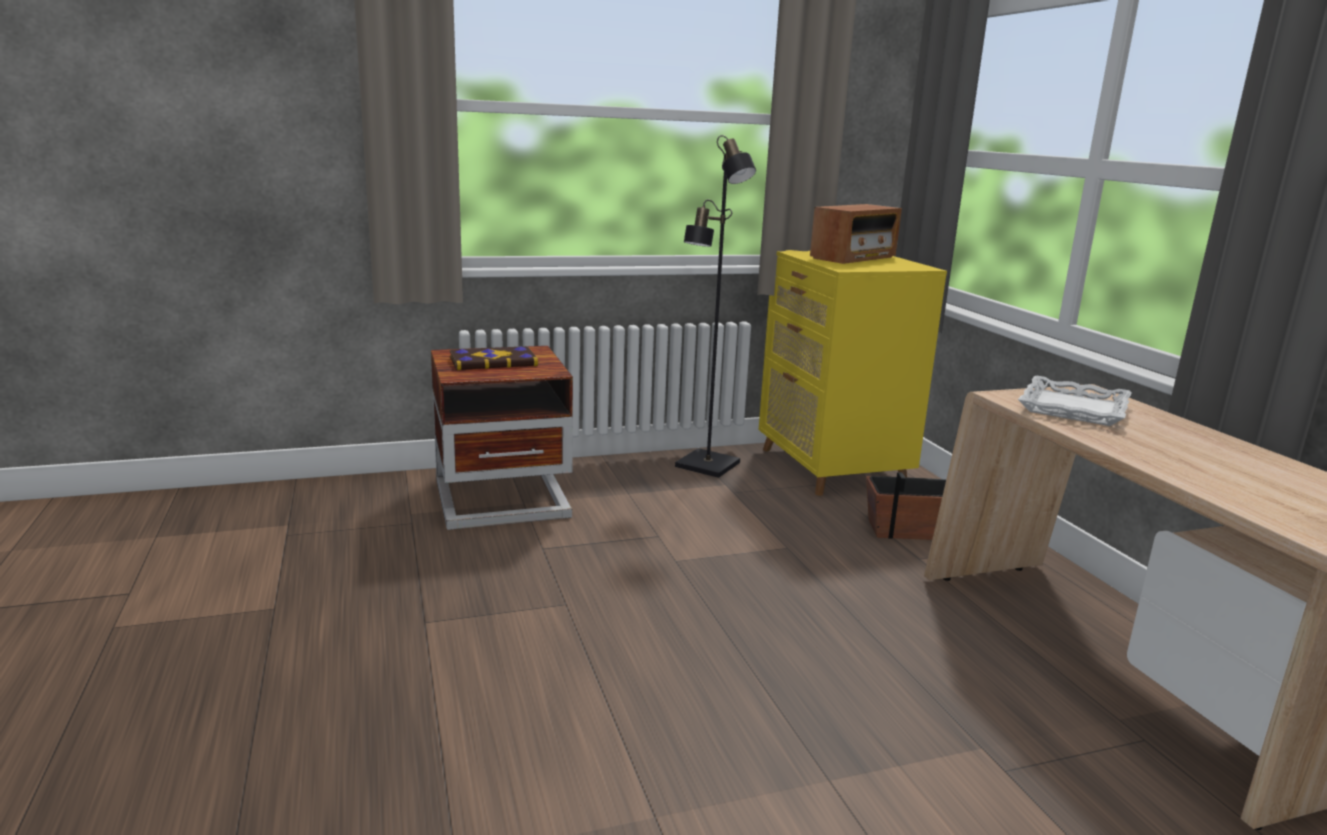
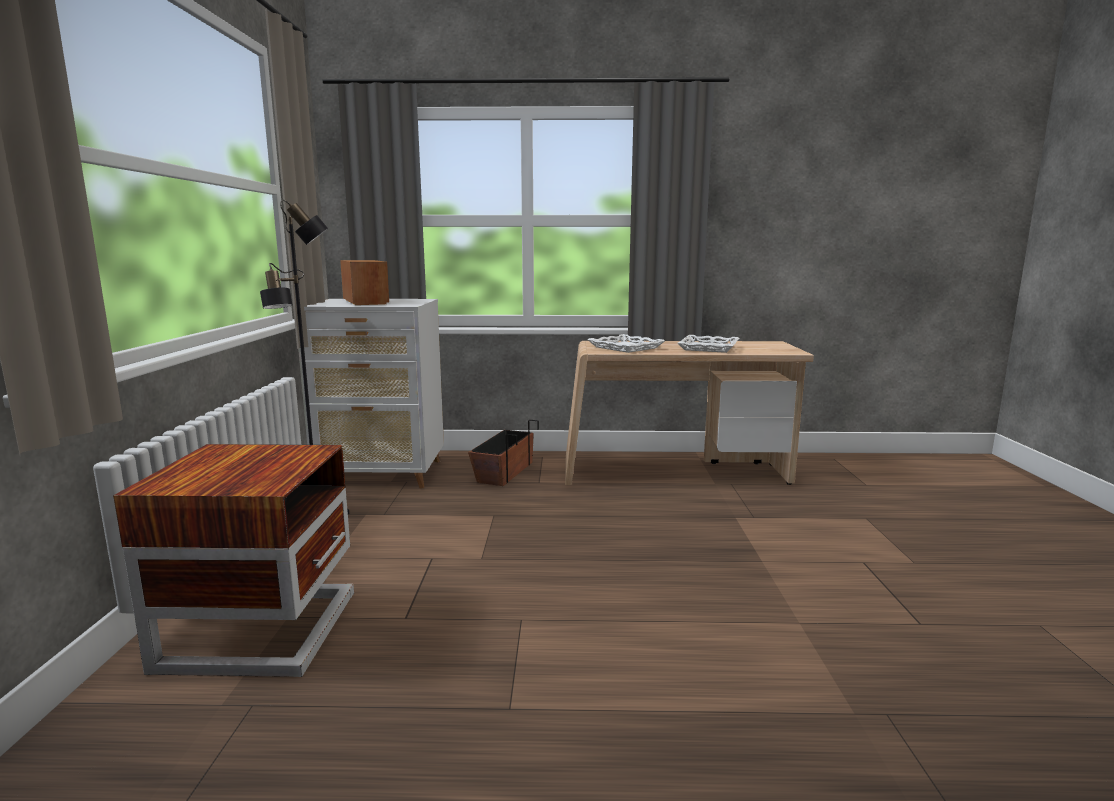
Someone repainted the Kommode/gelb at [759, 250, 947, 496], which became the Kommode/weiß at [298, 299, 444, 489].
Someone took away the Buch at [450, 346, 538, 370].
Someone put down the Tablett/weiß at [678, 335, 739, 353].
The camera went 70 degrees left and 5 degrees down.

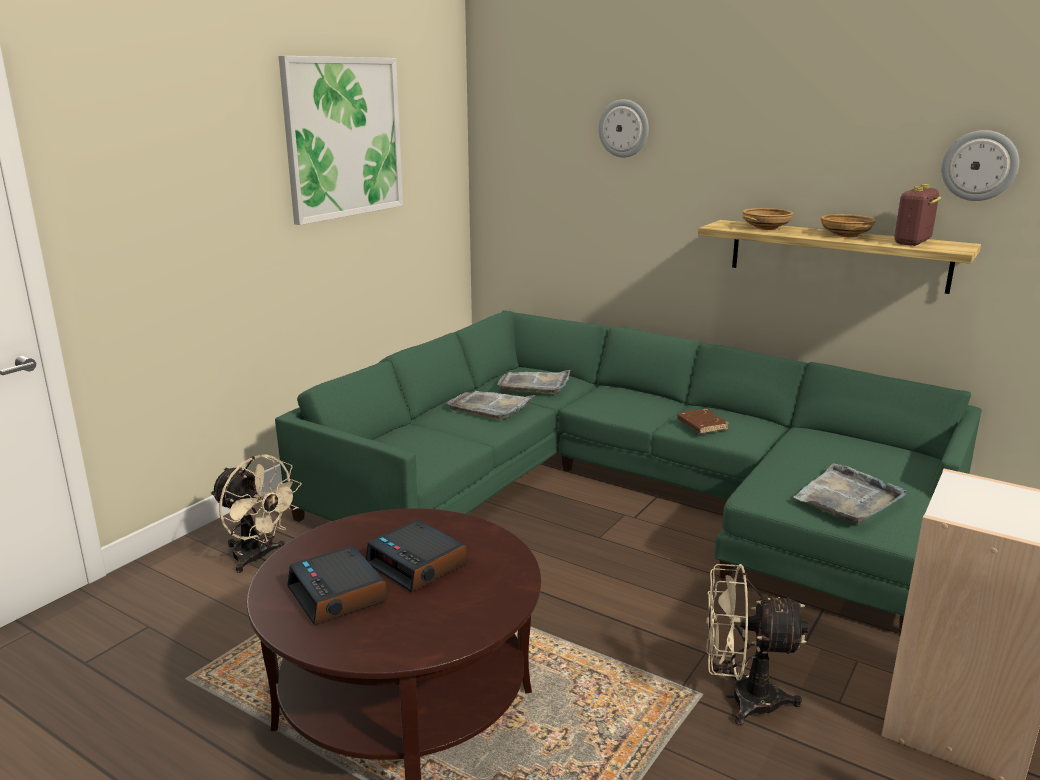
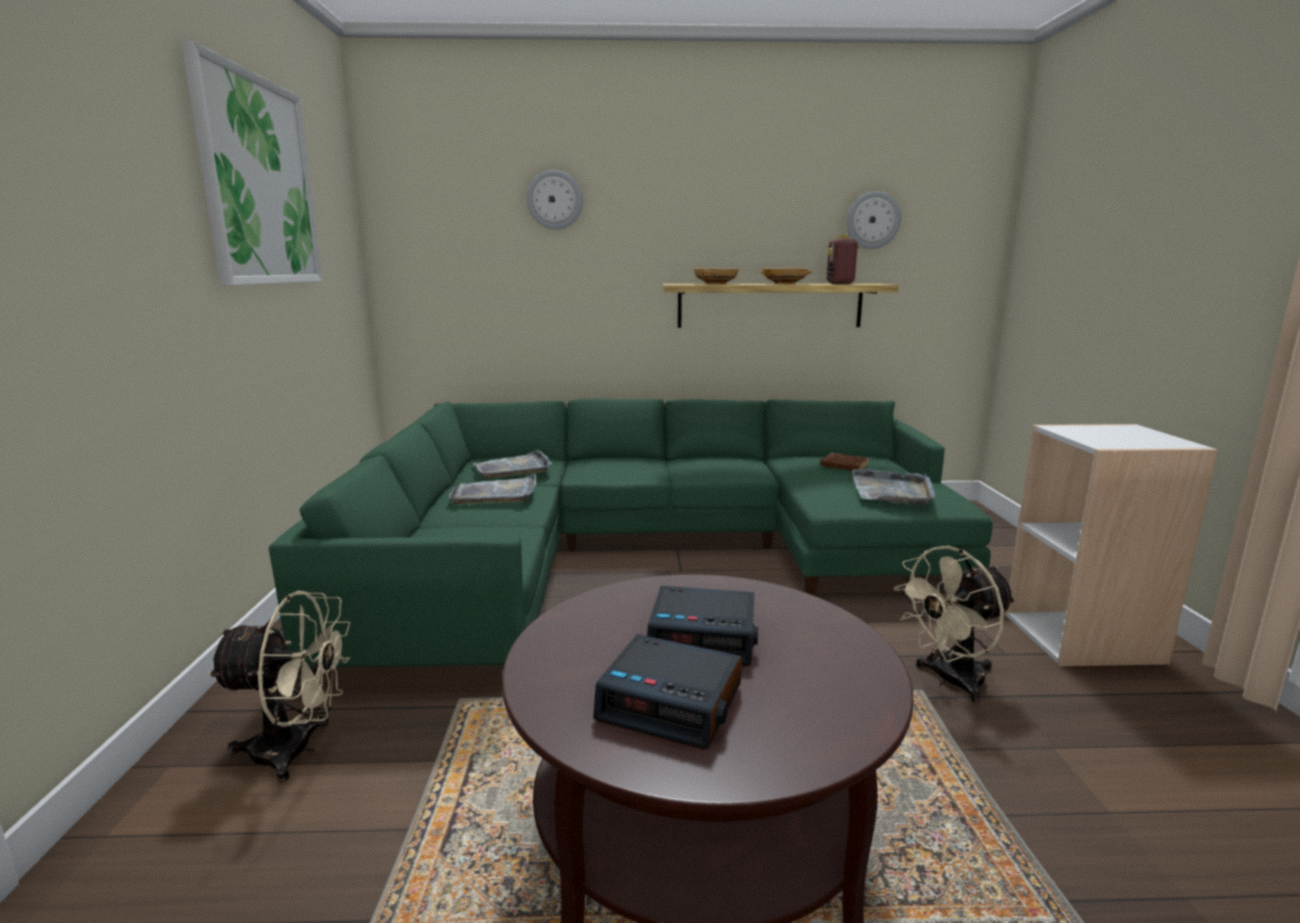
Someone carried the Buch/braun from [677, 409, 729, 434] to [820, 453, 869, 471].
The camera went 35 degrees left and 5 degrees down.

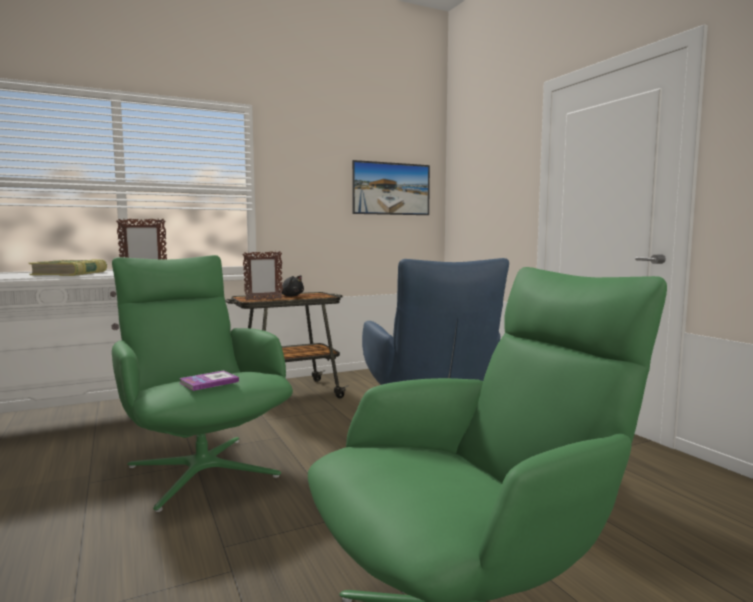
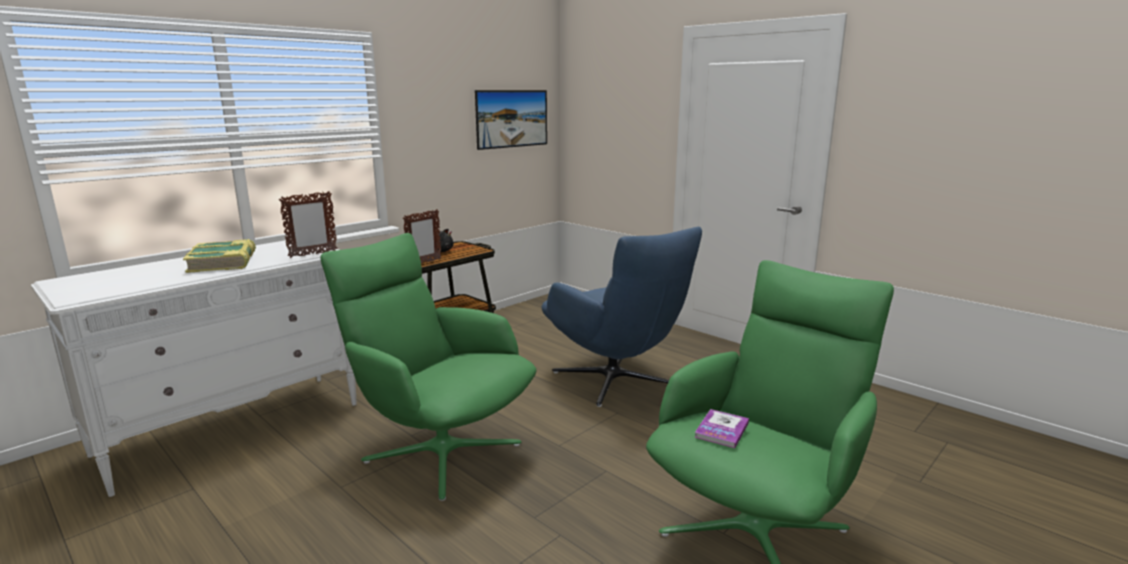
Someone carried the Buch from [179, 370, 239, 391] to [694, 409, 749, 448].
The camera went 20 degrees left and 10 degrees up.

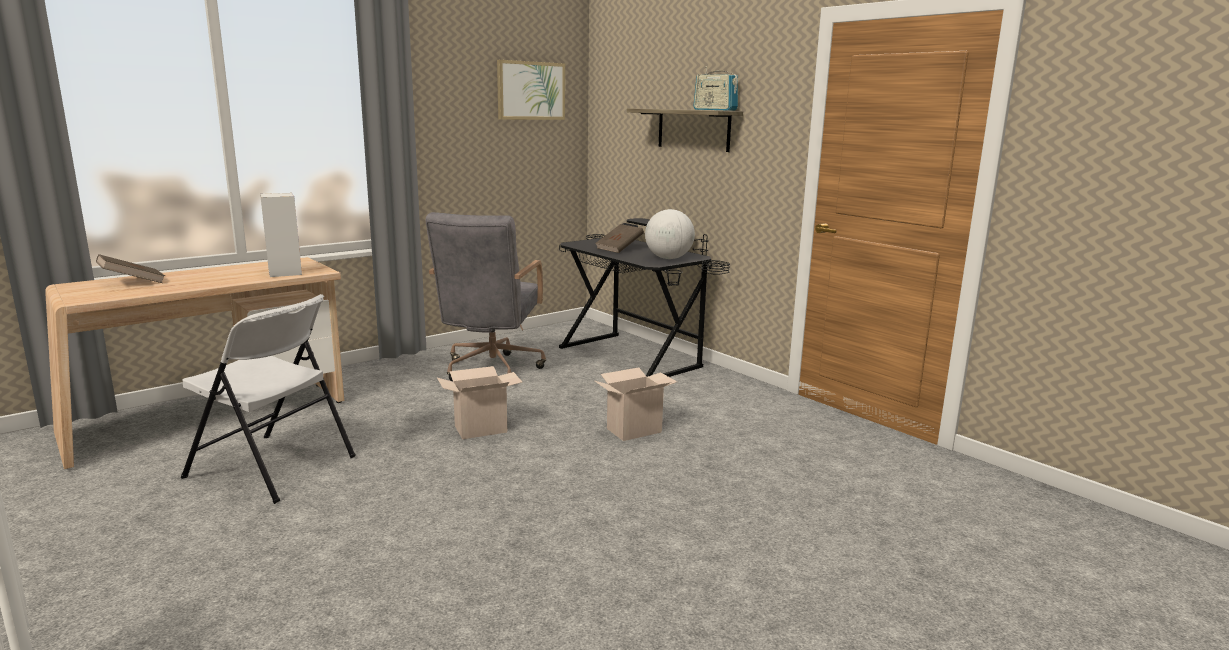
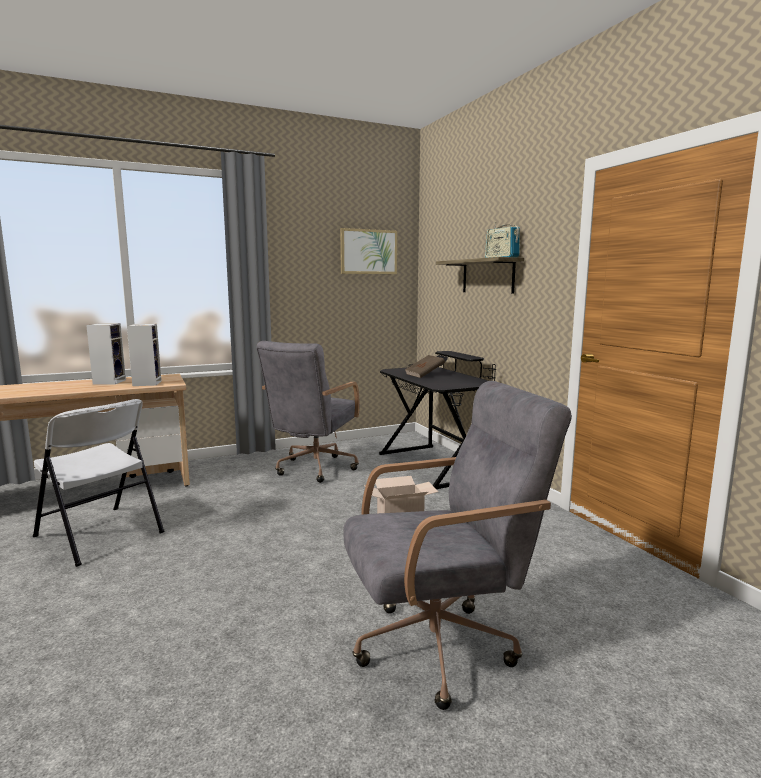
Someone took away the Globus at [645, 209, 695, 259].
Someone took away the Buch/braun at [96, 254, 165, 283].
Someone took away the Karton at [437, 366, 522, 439].
Someone put down the Lautsprecher at [86, 323, 126, 385].
Someone put down the Bürostuhl/grau at [343, 381, 572, 710].
The camera went 15 degrees right and 5 degrees down.

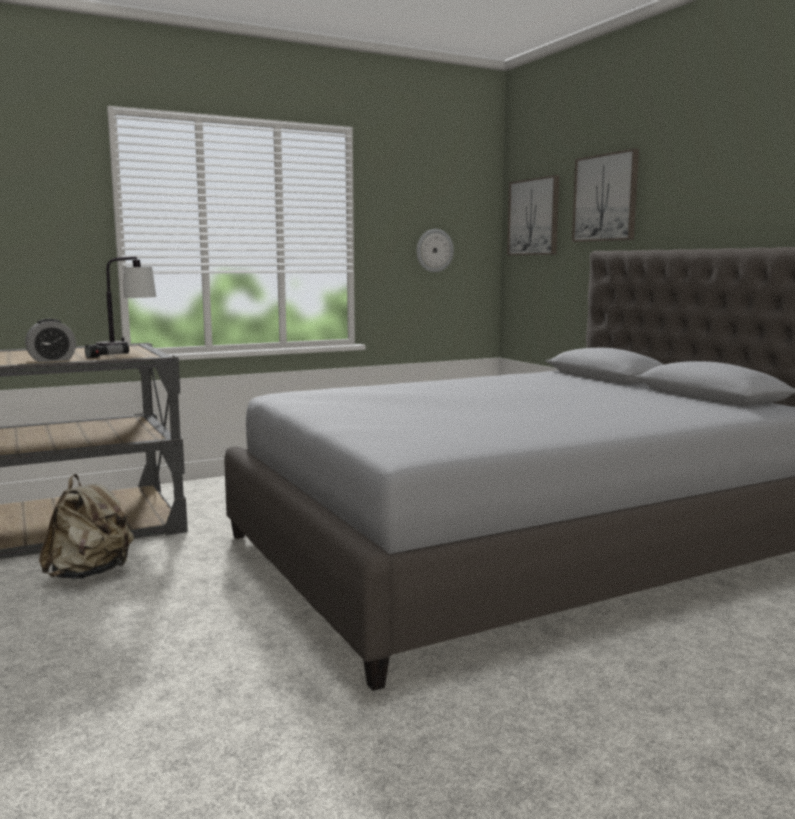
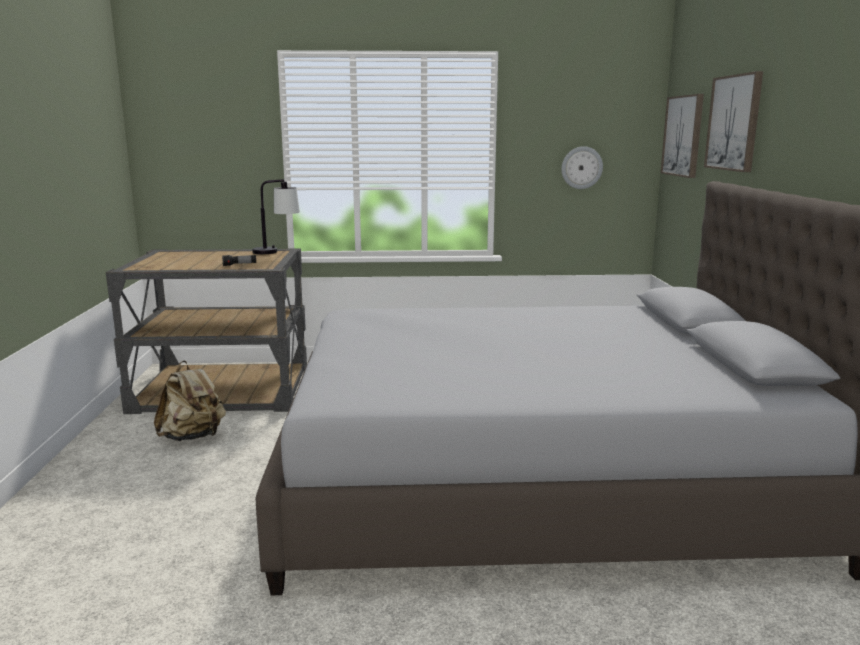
Someone took away the Wecker at [25, 319, 76, 362].
The camera went 25 degrees right and 5 degrees up.

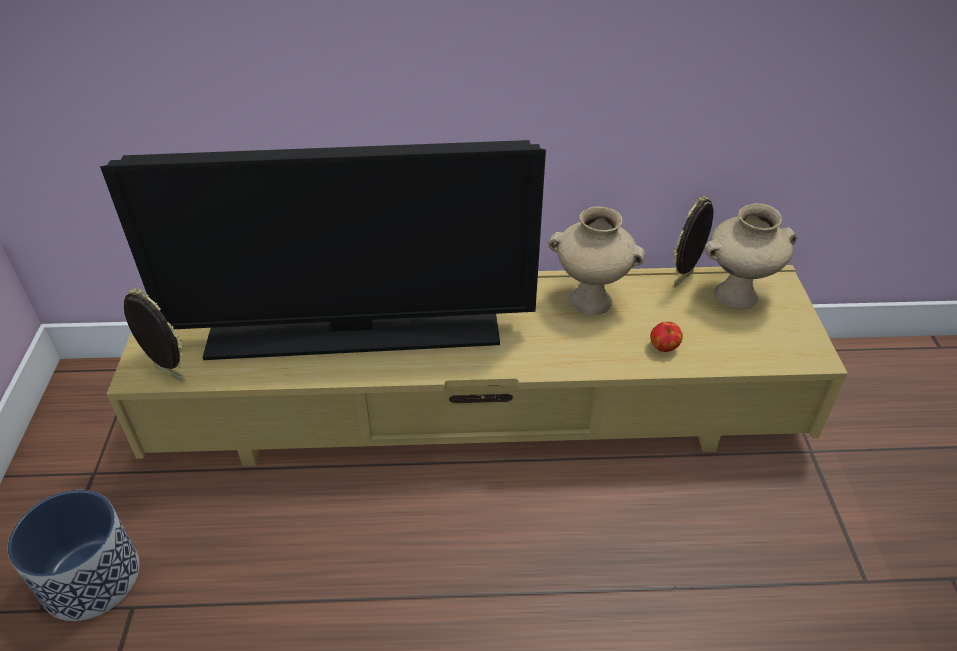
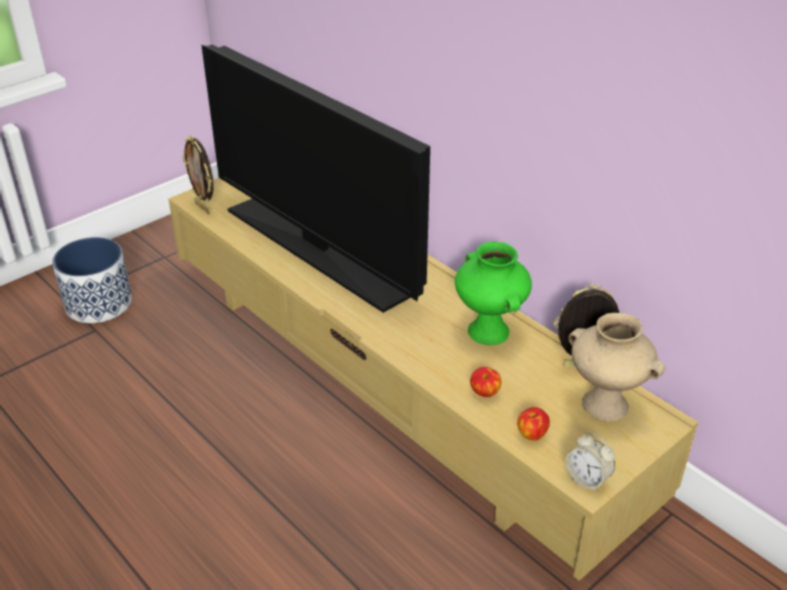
Someone repainted the Vase/beige at [548, 206, 645, 315], which became the Vase/grün at [455, 241, 532, 345].
Someone rotated the Bilderrahmen at [124, 288, 185, 382] by 150 degrees clockwise.
Someone put down the Apfel at [517, 407, 550, 441].
Someone put down the Wecker at [566, 433, 615, 492].
The camera went 50 degrees right and 5 degrees down.

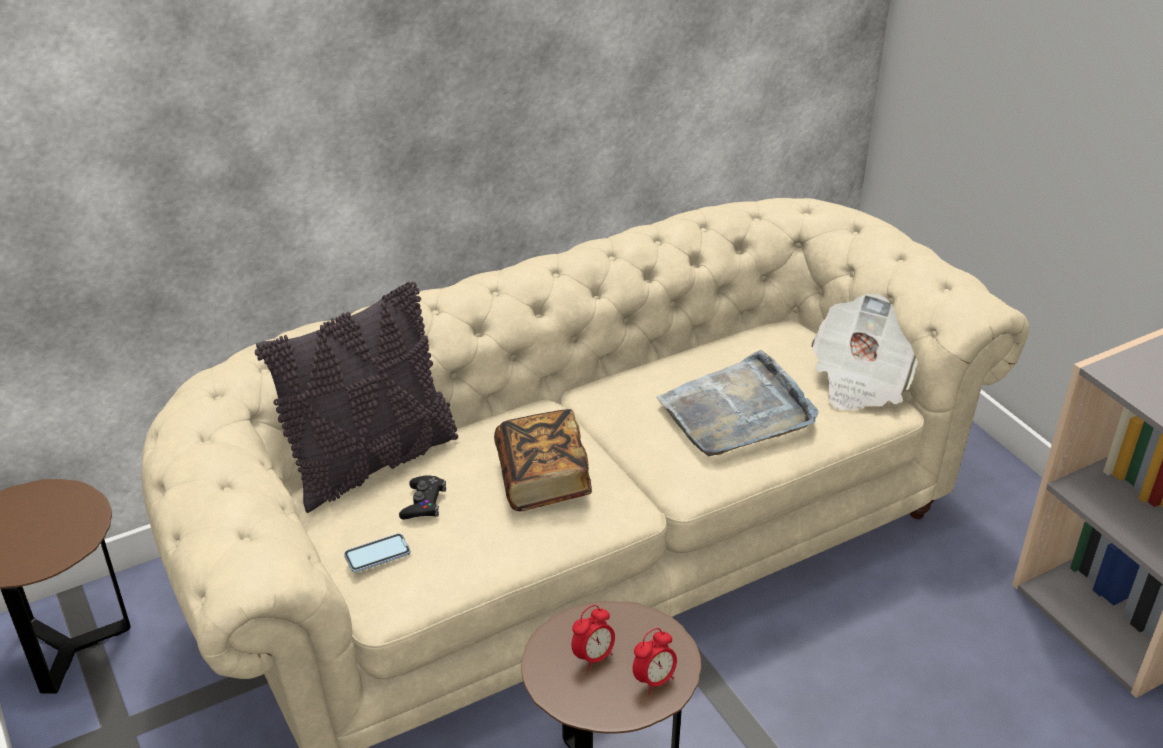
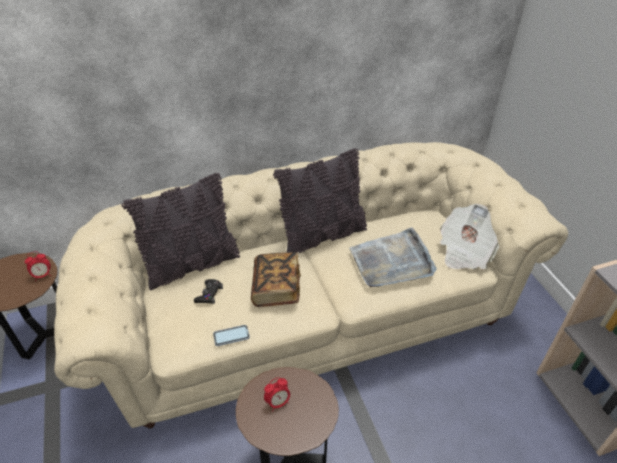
Someone carried the Handy from [344, 533, 411, 573] to [213, 325, 250, 346].
Someone carried the Wecker from [633, 628, 677, 694] to [25, 251, 51, 281].
Someone put down the Kissen/schwarz at [273, 148, 367, 253].
The camera went 10 degrees right and 5 degrees up.

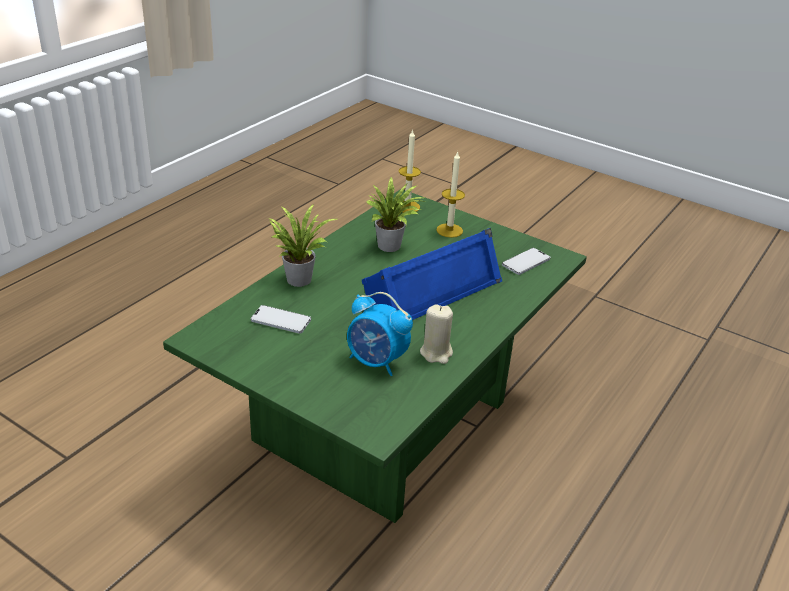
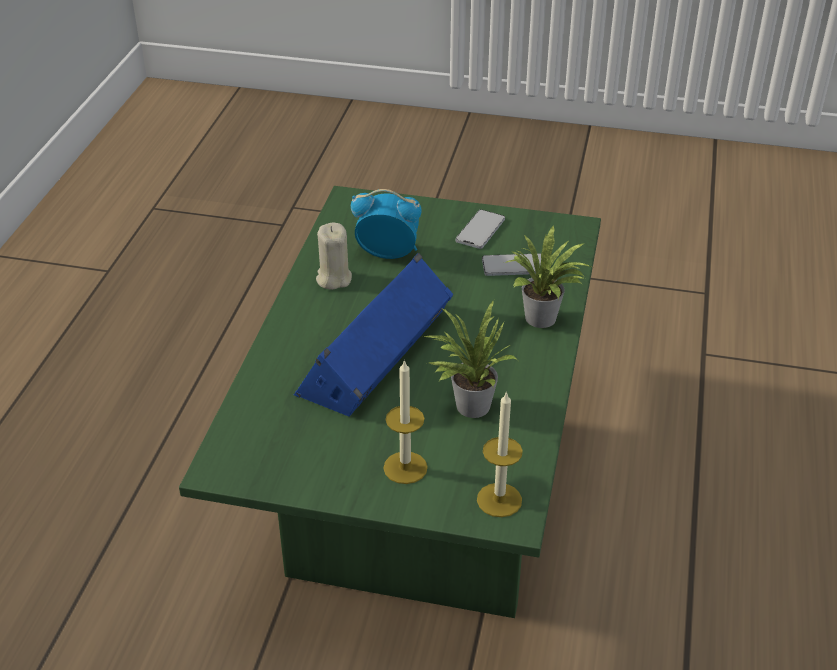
Someone carried the Handy from [502, 248, 550, 275] to [456, 210, 505, 249].
The camera went 160 degrees right and 5 degrees up.

